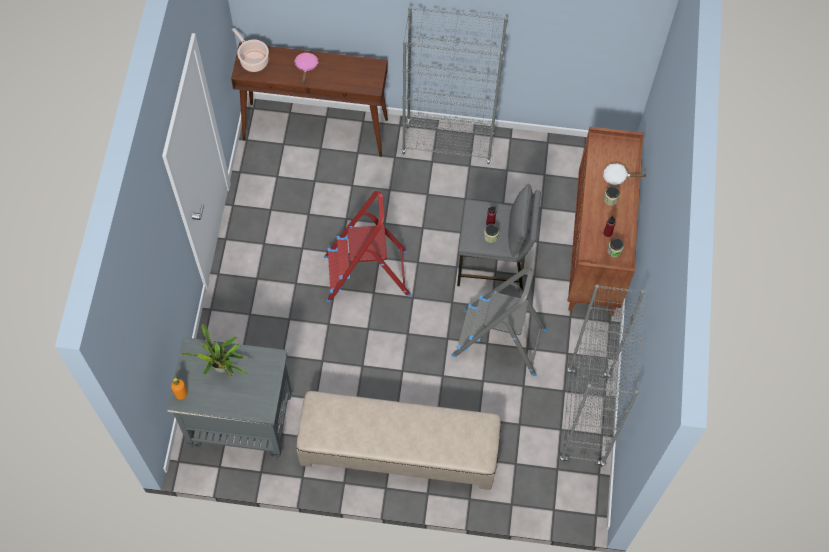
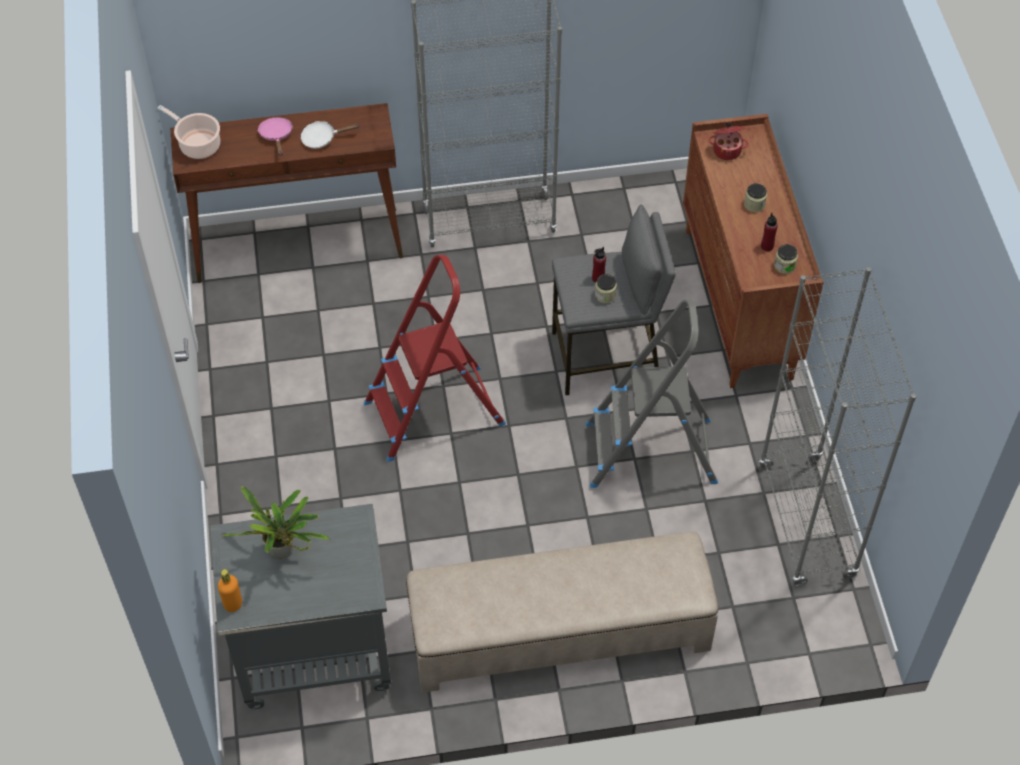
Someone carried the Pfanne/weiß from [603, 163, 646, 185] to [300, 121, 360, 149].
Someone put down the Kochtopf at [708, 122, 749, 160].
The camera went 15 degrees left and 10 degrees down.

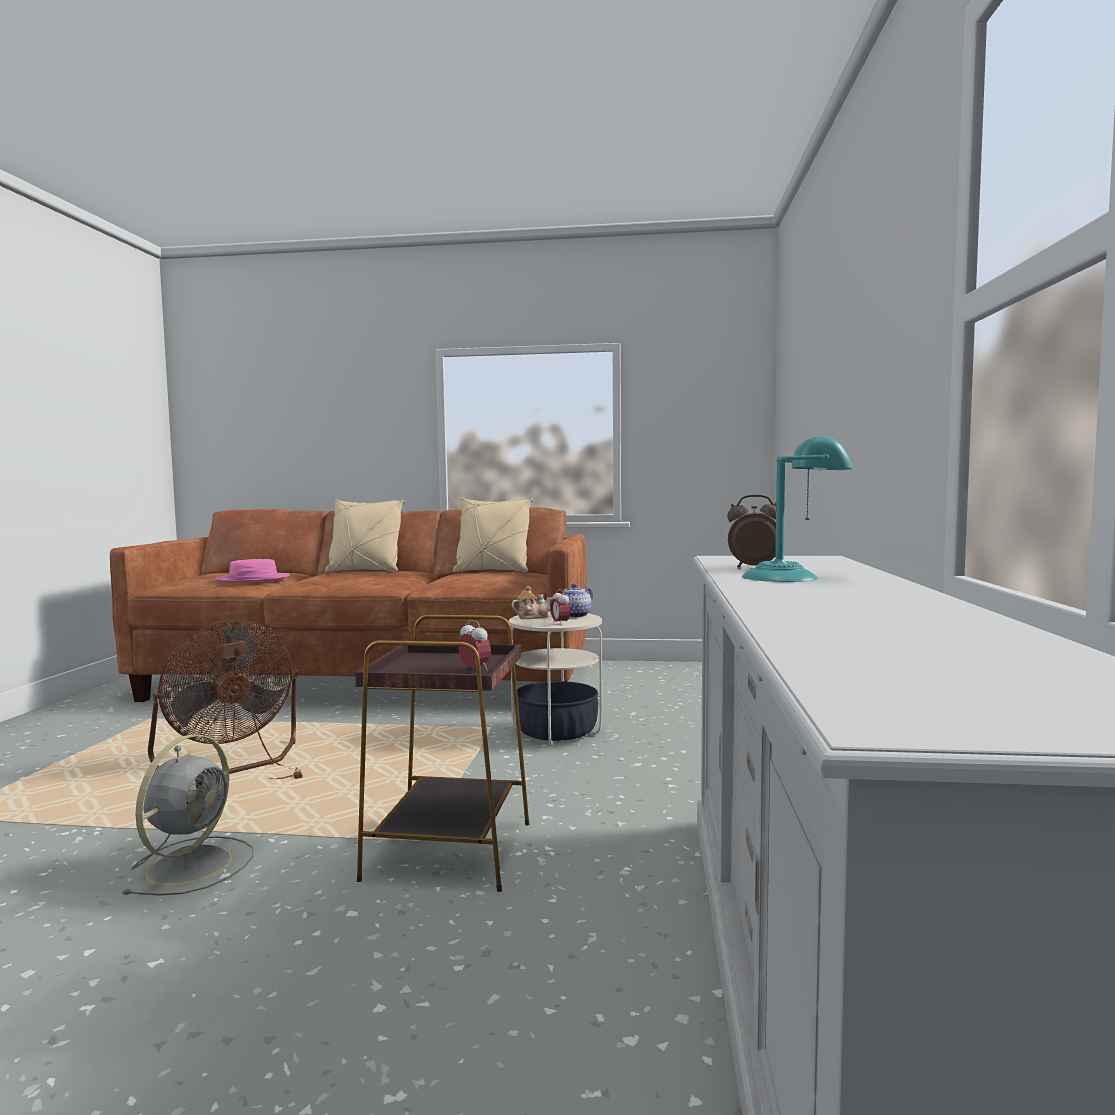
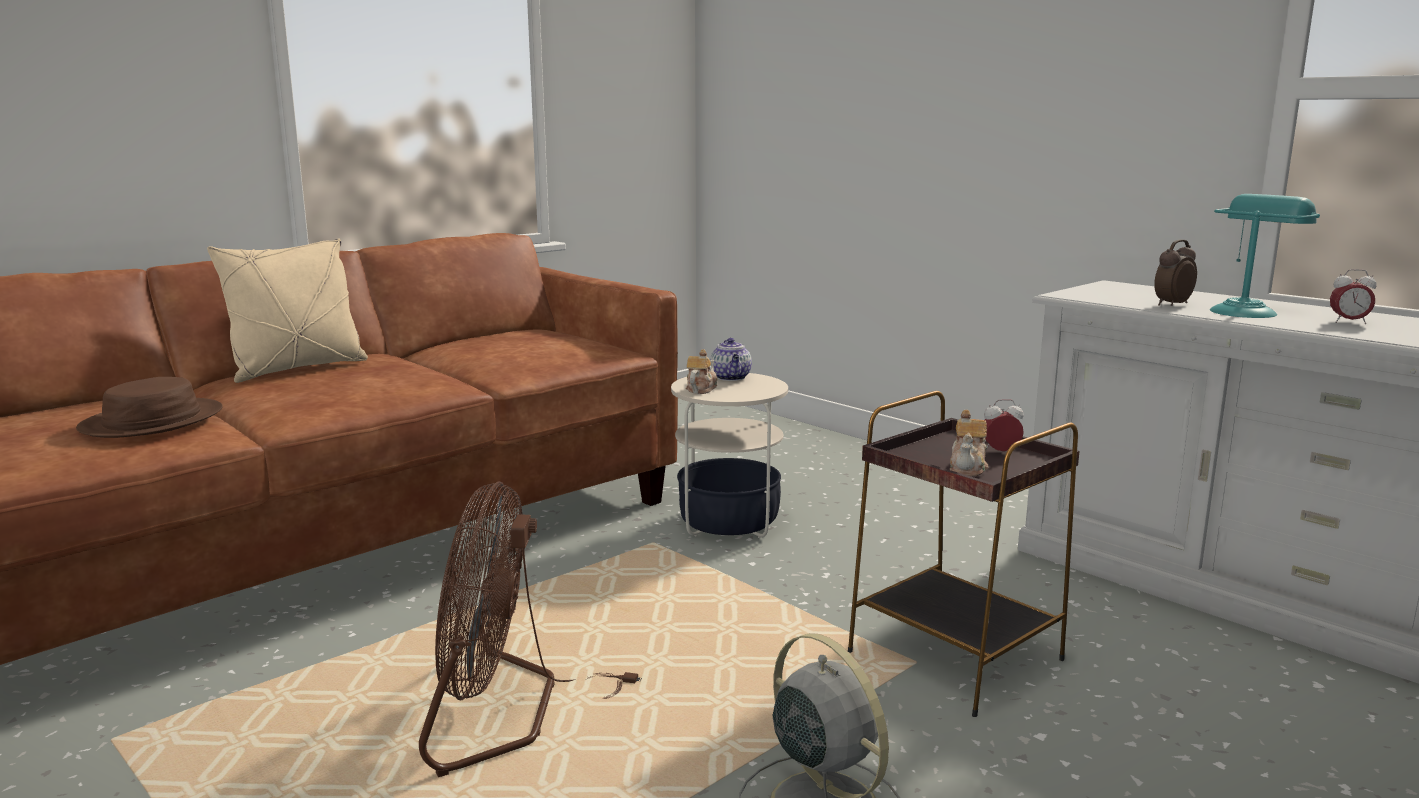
Someone took away the Kissen/beige at [453, 498, 533, 572].
Someone repainted the Hut/rosa at [215, 559, 290, 582], which became the Hut/braun at [76, 377, 223, 438].
Someone carried the Wecker from [551, 589, 571, 624] to [1330, 269, 1377, 324].
Someone put down the Teekanne at [950, 410, 988, 477].
The camera went 50 degrees left and 10 degrees up.

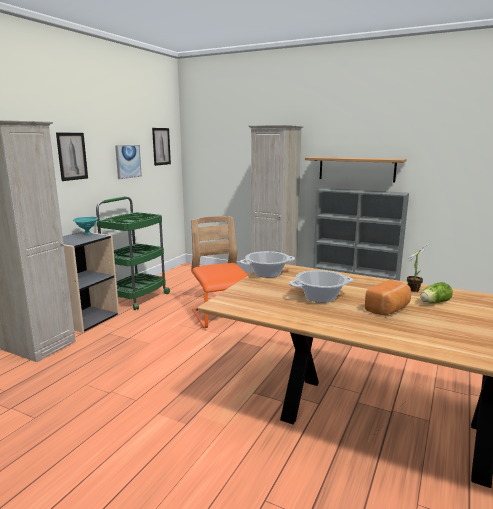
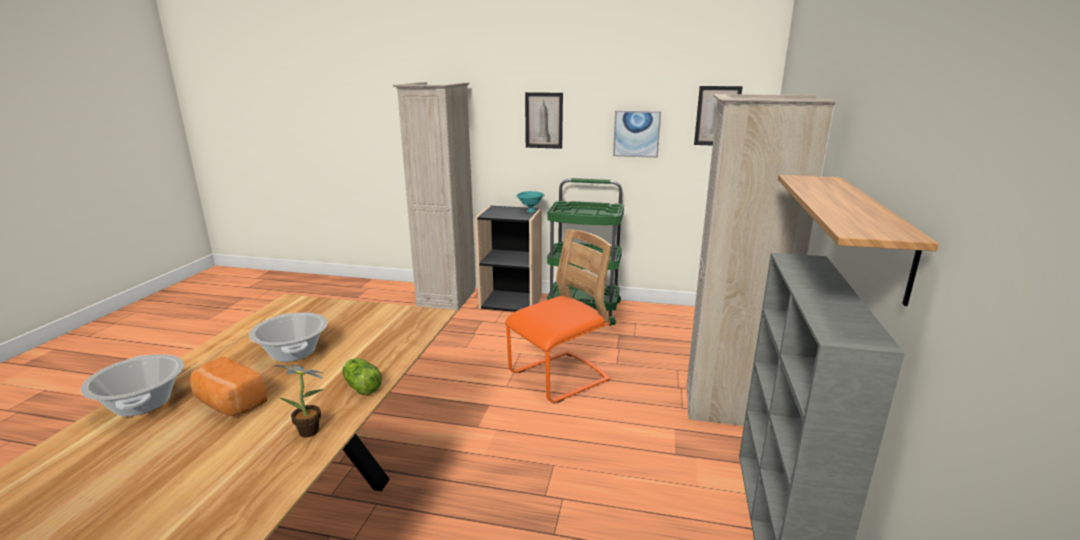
Someone carried the Kochtopf from [240, 251, 295, 278] to [81, 354, 184, 416].
Someone carried the Salatkopf from [420, 282, 453, 304] to [342, 358, 382, 395].
The camera went 75 degrees right and 5 degrees up.

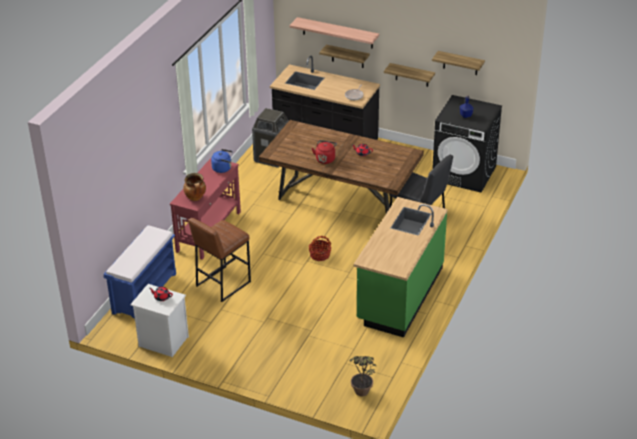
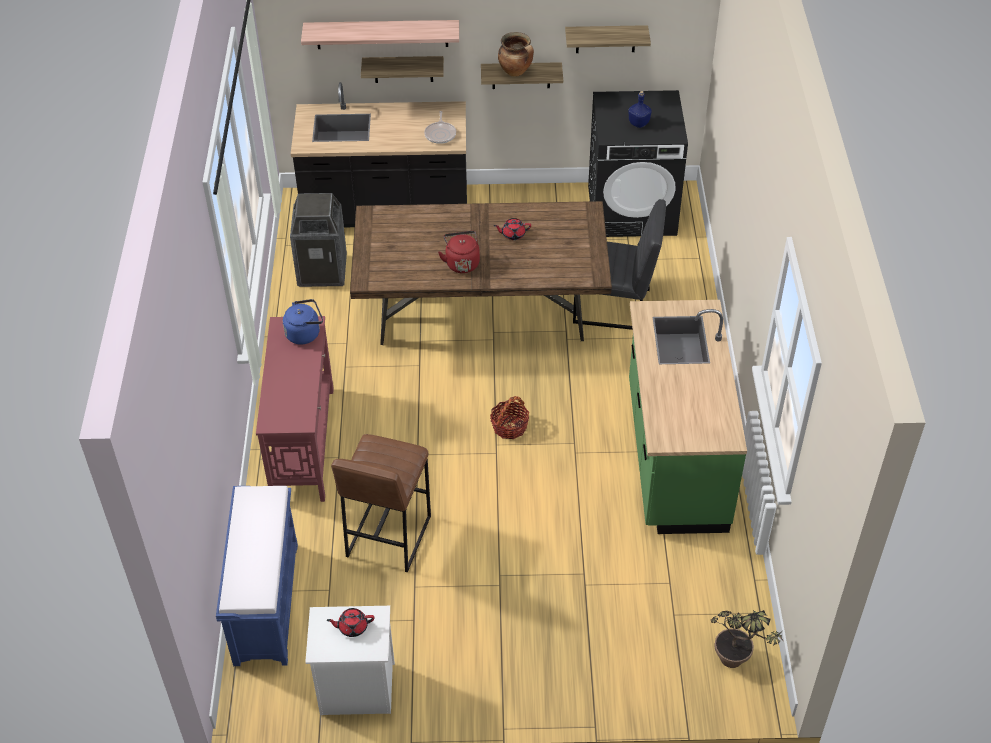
Someone carried the Kochtopf from [183, 173, 206, 201] to [498, 32, 534, 77].
The camera went 25 degrees left and 10 degrees up.

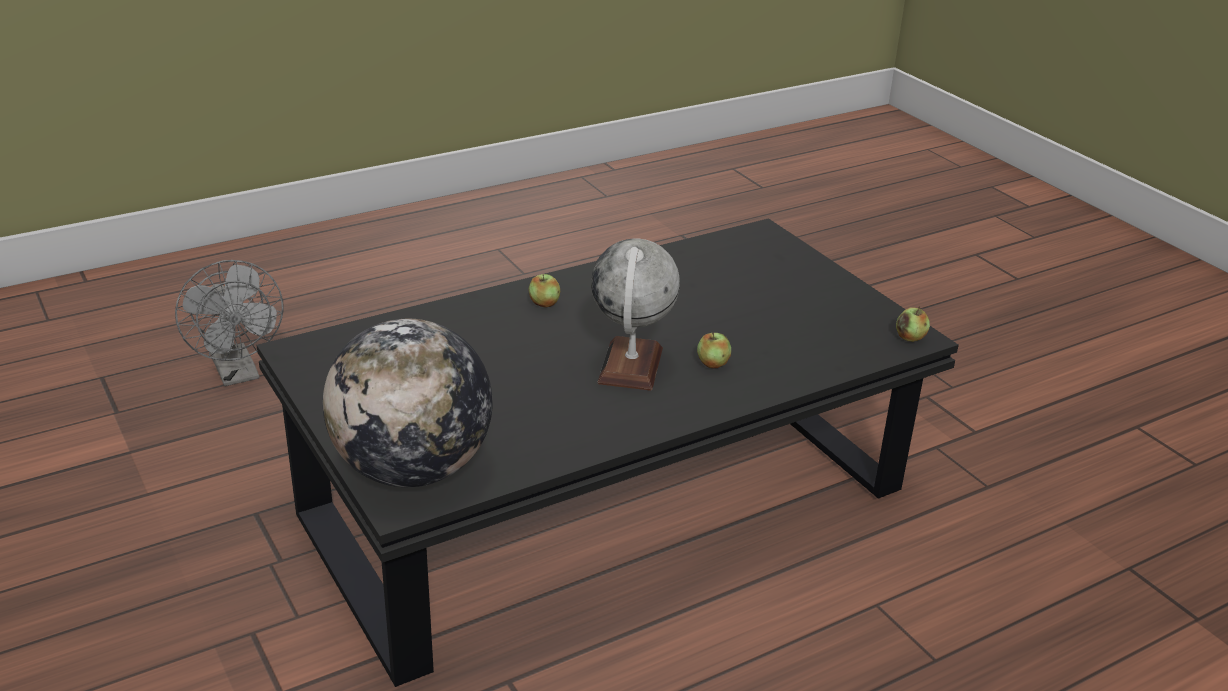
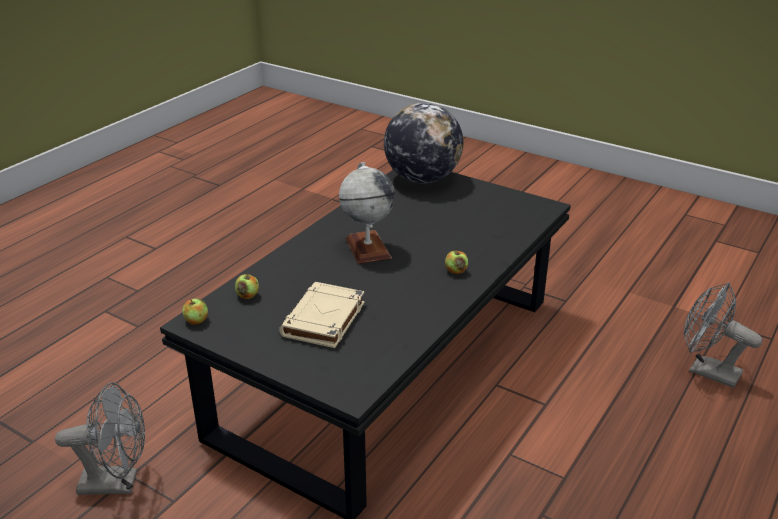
Someone carried the Apfel from [697, 333, 731, 369] to [235, 273, 259, 299].
Someone put down the Buch/beige at [279, 282, 364, 348].
Someone put down the Ventilator/grau at [55, 382, 145, 495].
The camera went 155 degrees right and 0 degrees up.

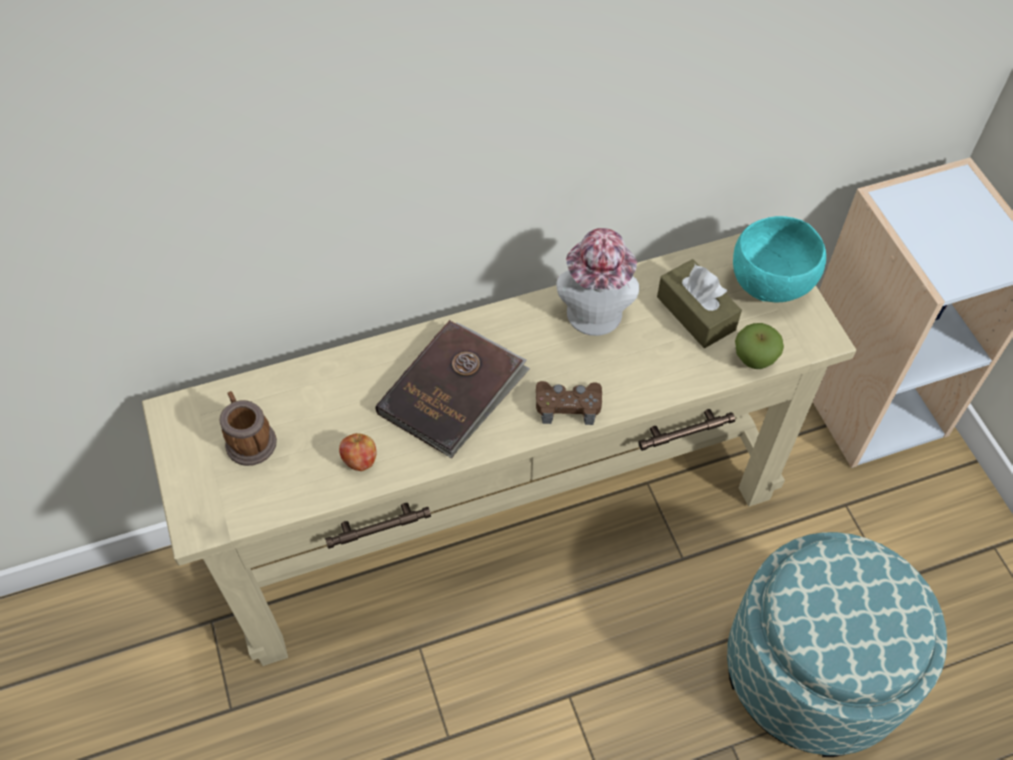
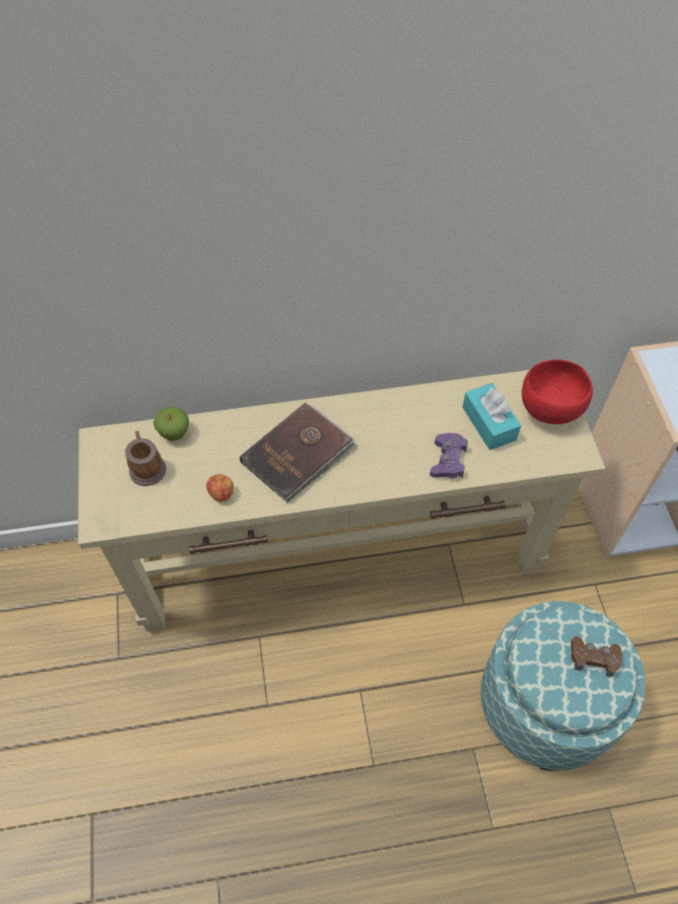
Someone repainted the Schüssel/türkis at [733, 216, 826, 302], which became the Schüssel/rot at [522, 359, 593, 424].
Someone took away the Hut at [557, 228, 639, 336].
Someone repainted the Taschentuchbox/braun at [657, 259, 742, 348], which became the Taschentuchbox/türkis at [462, 383, 521, 450].
Someone carried the Apfel from [735, 323, 784, 369] to [153, 407, 189, 441].
Someone carried the Gamepad/braun from [536, 381, 602, 425] to [571, 636, 622, 677].
Someone put down the Gamepad/lila at [430, 433, 468, 478].
The camera went 10 degrees right and 0 degrees up.

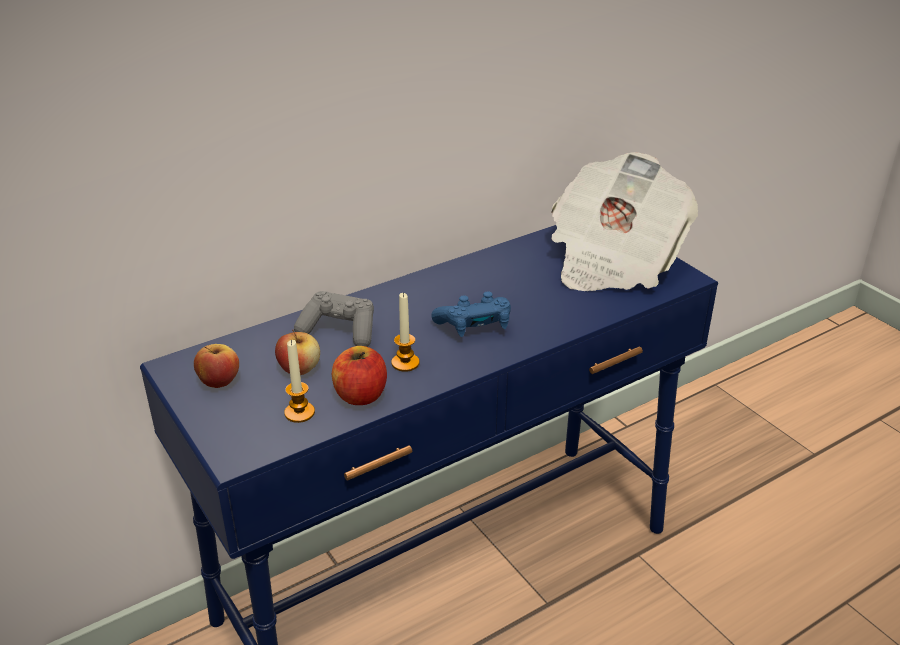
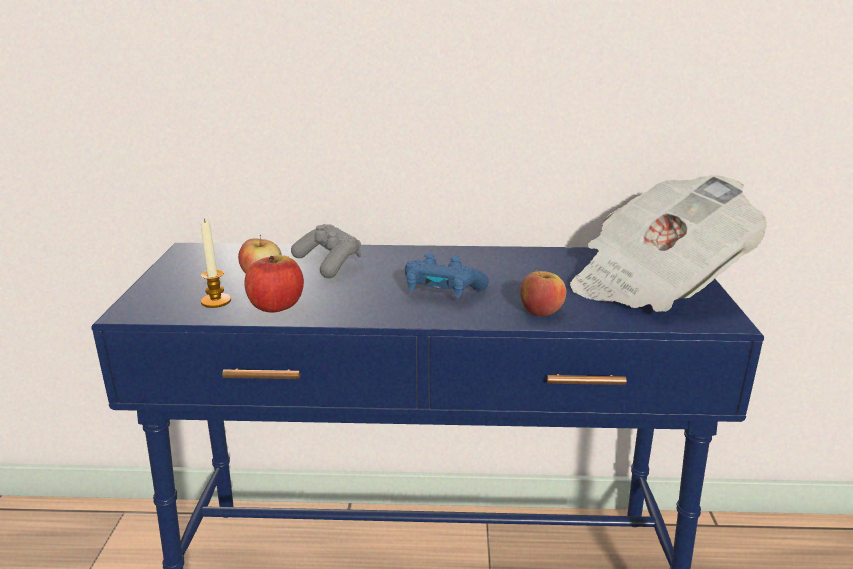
Someone took away the Kerze at [391, 292, 420, 372].
Someone carried the Apfel from [194, 344, 239, 388] to [520, 268, 566, 316].
The camera went 35 degrees right and 10 degrees down.

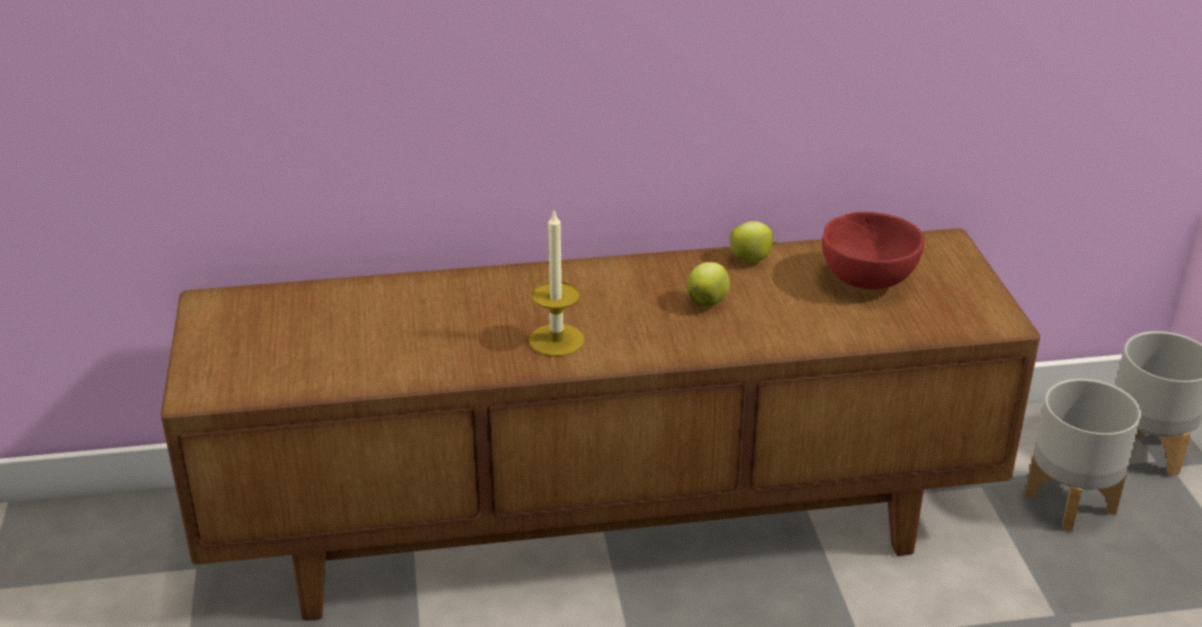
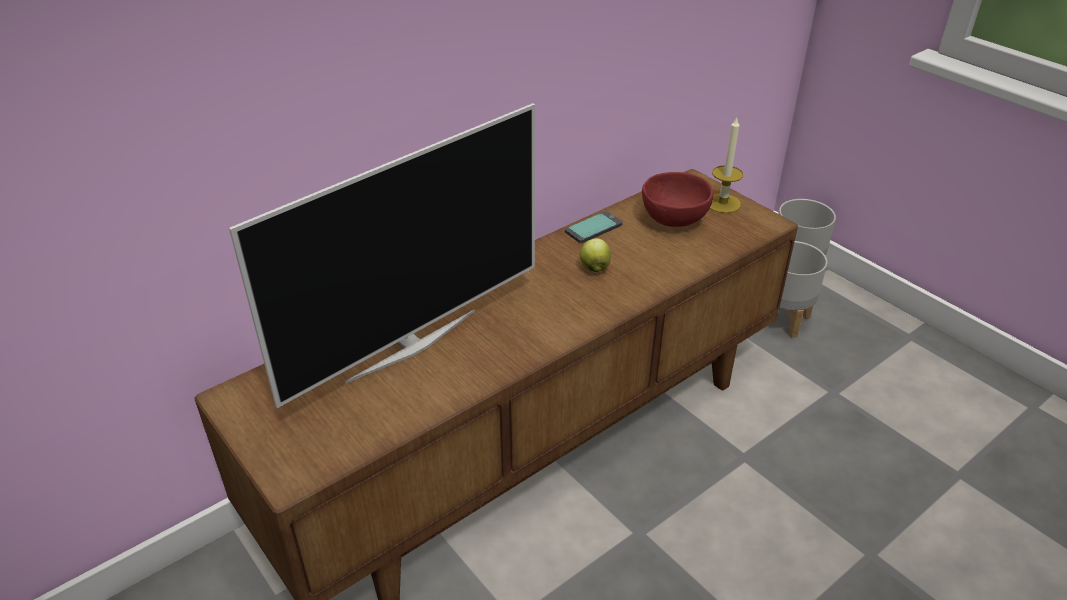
Someone carried the Kerze from [529, 210, 584, 357] to [710, 117, 743, 213].
Someone swapped the Apfel at [730, 221, 777, 262] for the Handy at [565, 211, 623, 243].
Someone put down the Fernseher at [229, 103, 535, 408].
The camera went 30 degrees left and 5 degrees up.

